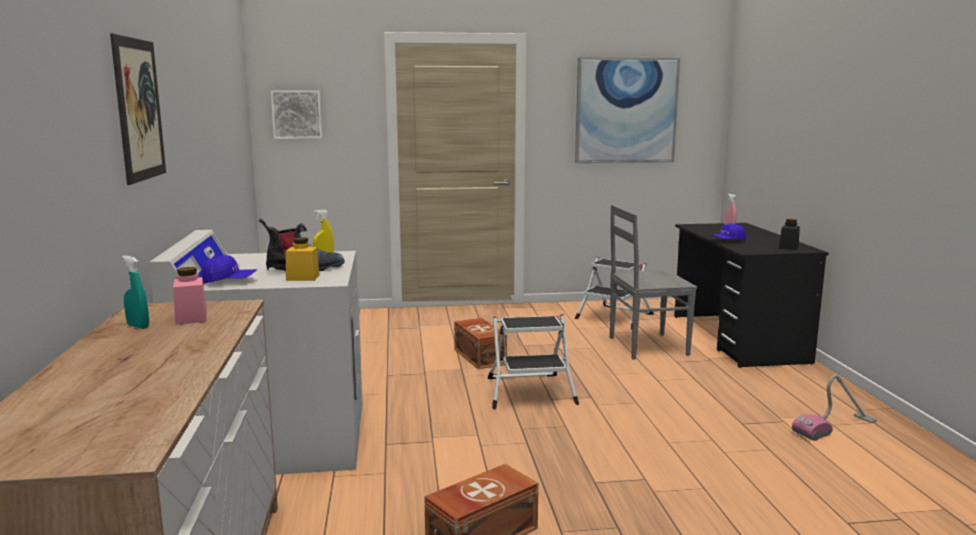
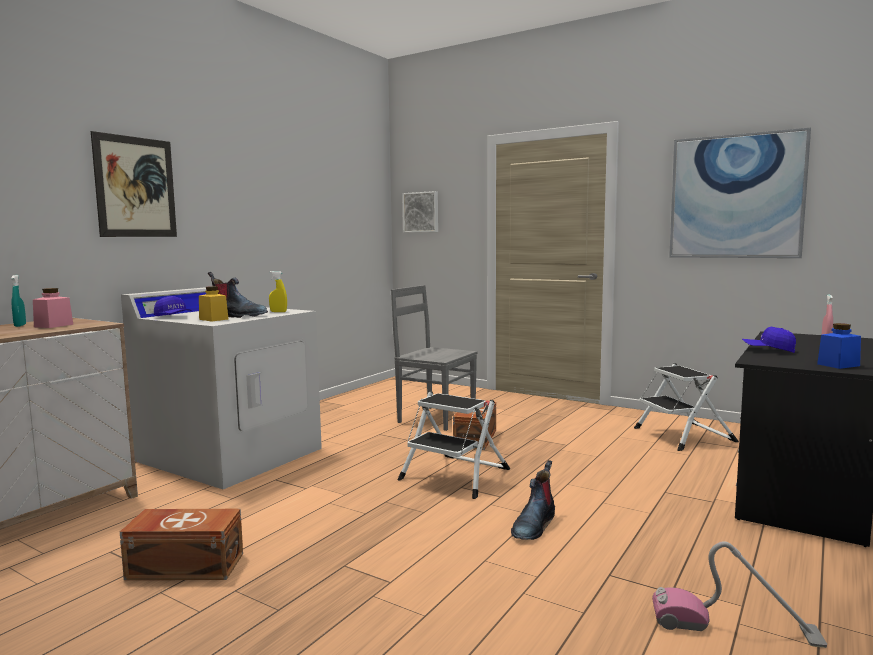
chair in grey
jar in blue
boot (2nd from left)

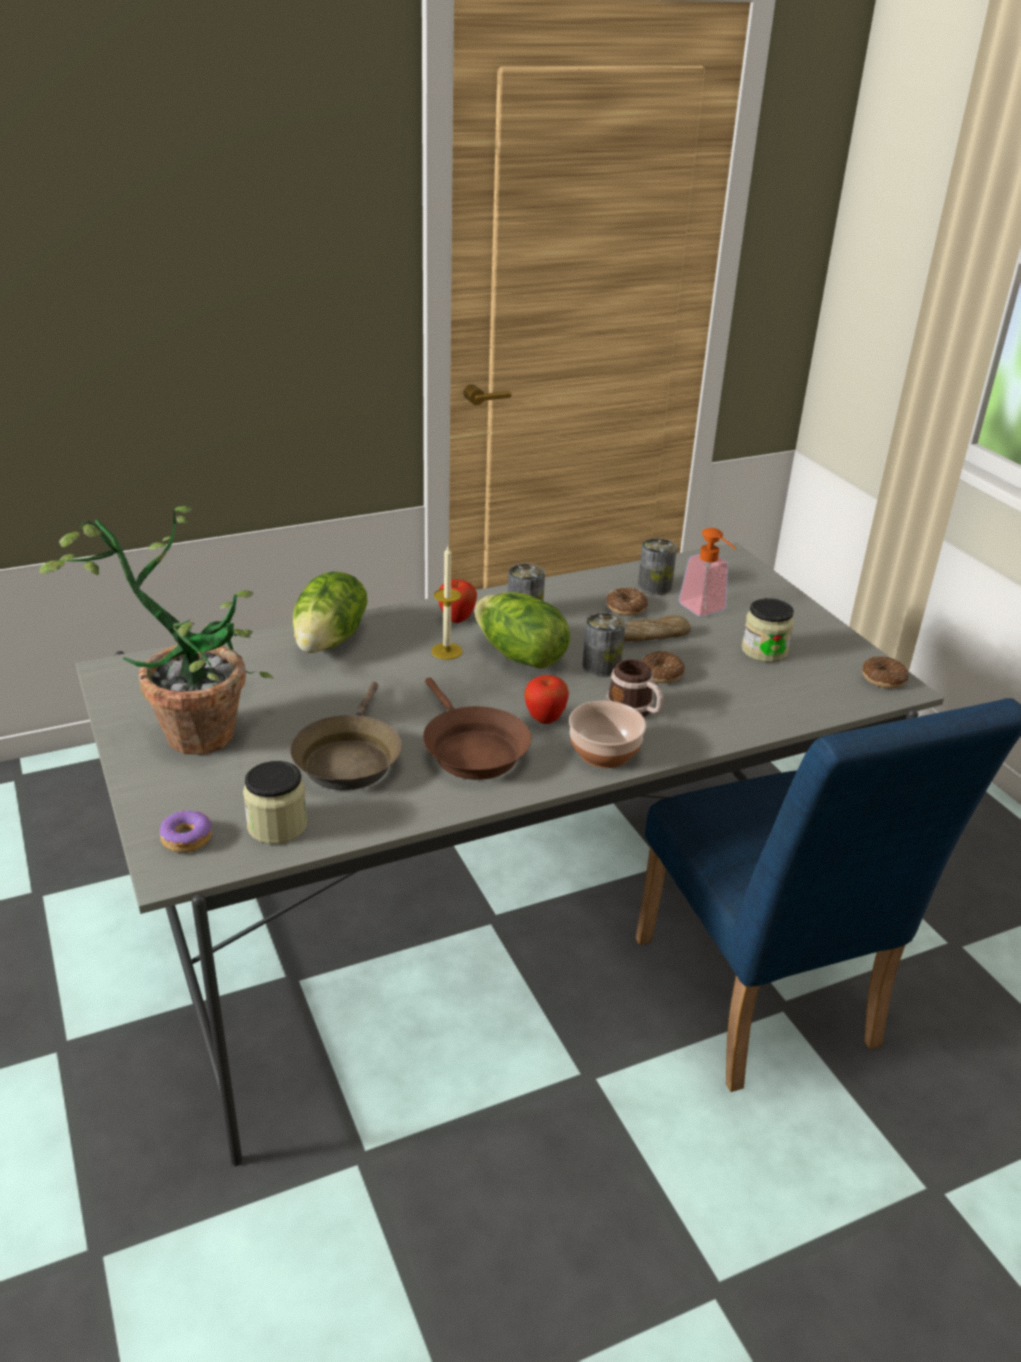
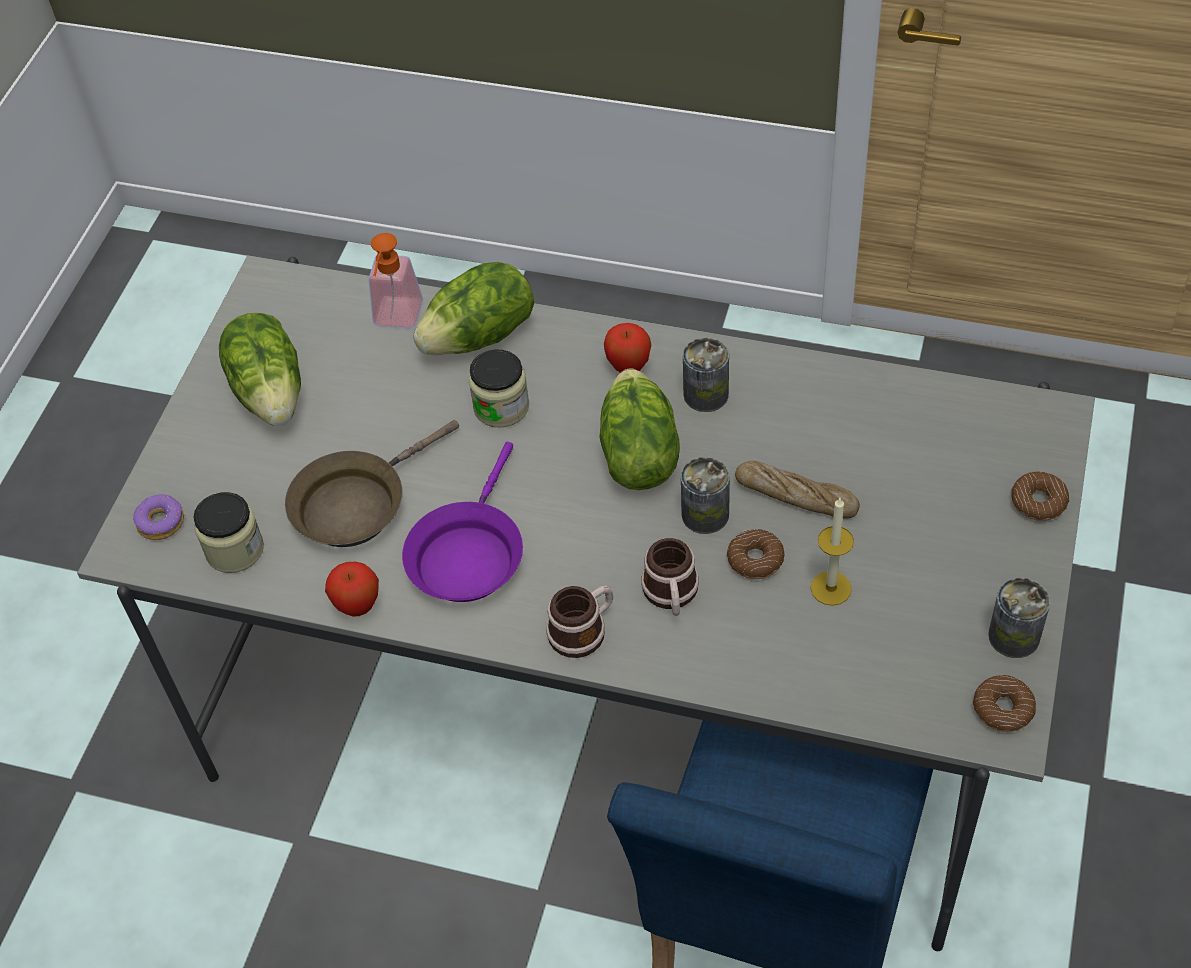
lettuce (1st from left)
frying pan in purple
candle
apple (1st from left)
mug (1st from left)
donut (4th from left)
can (3rd from left)
soap dispenser
jar (2nd from left)

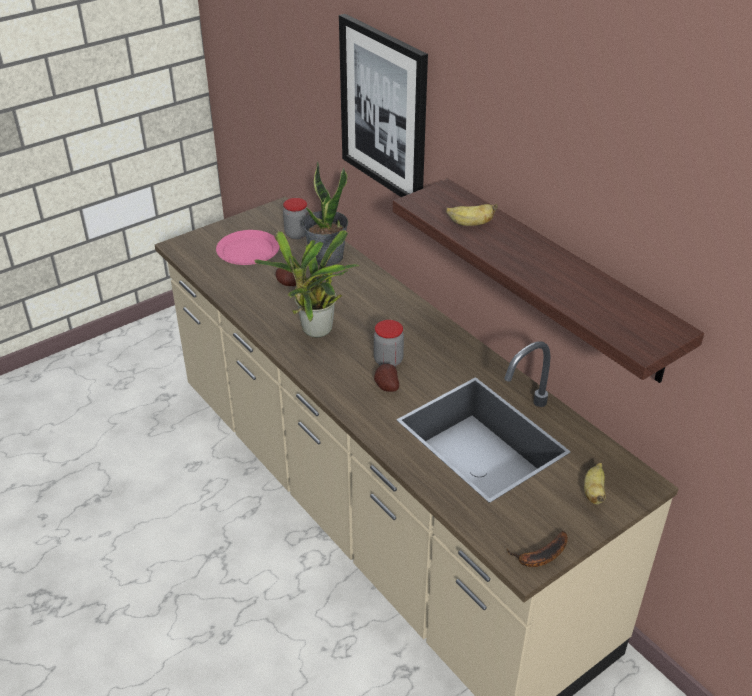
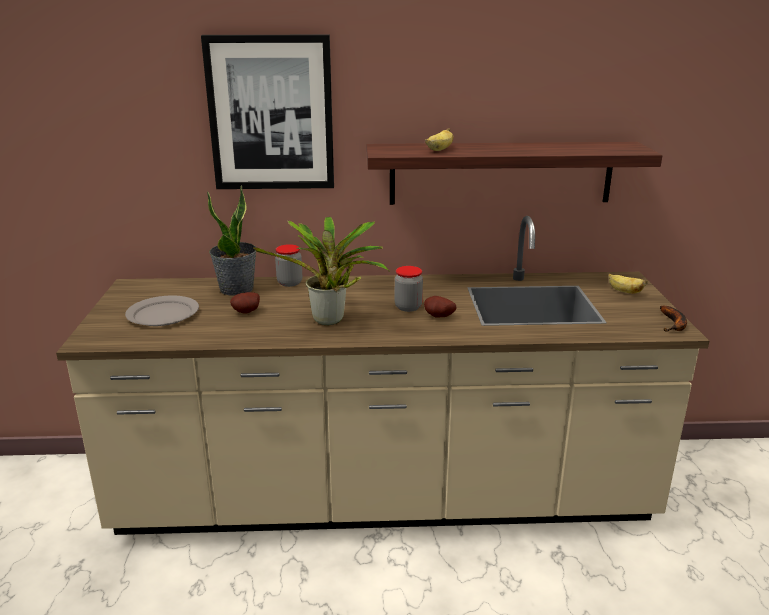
plate in grey
jar (1st from left)

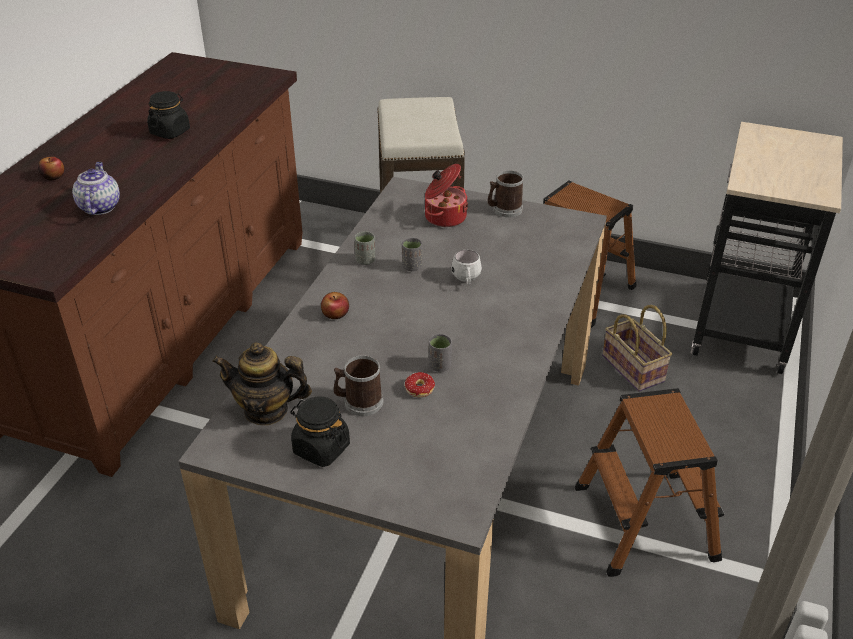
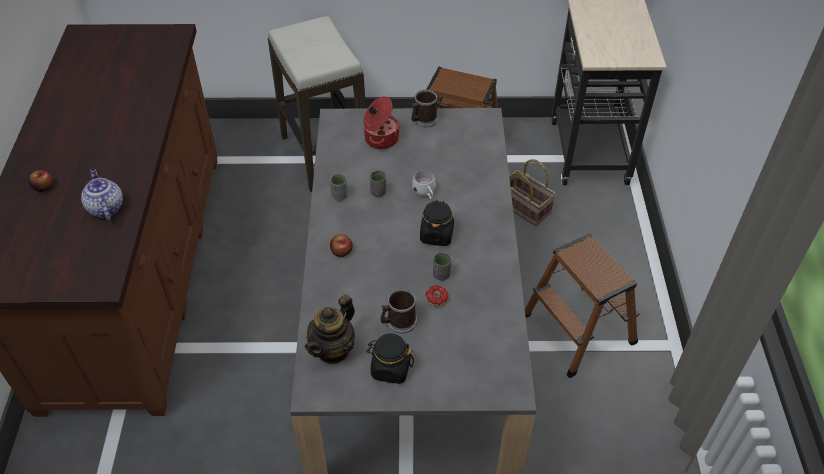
jar in black (2nd from left)
teapot (2nd from left)

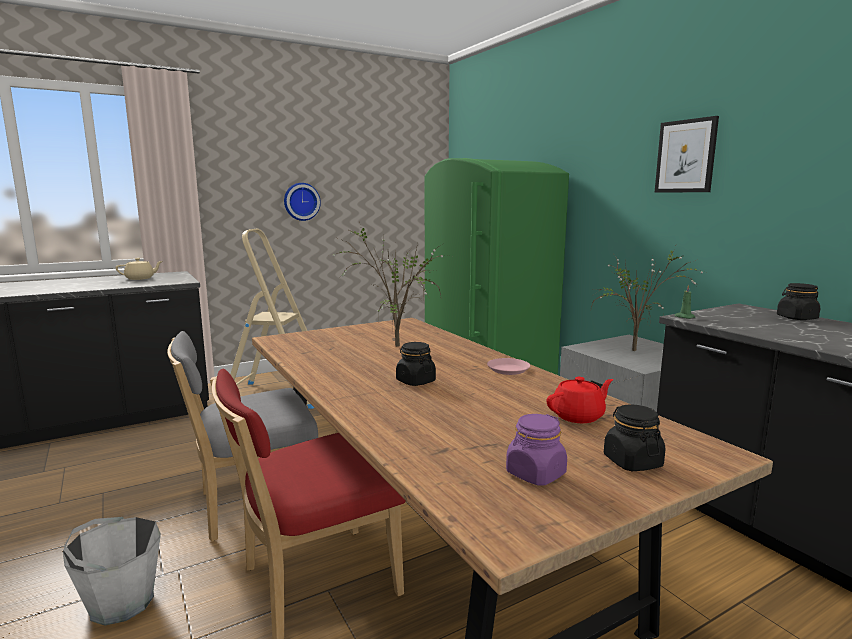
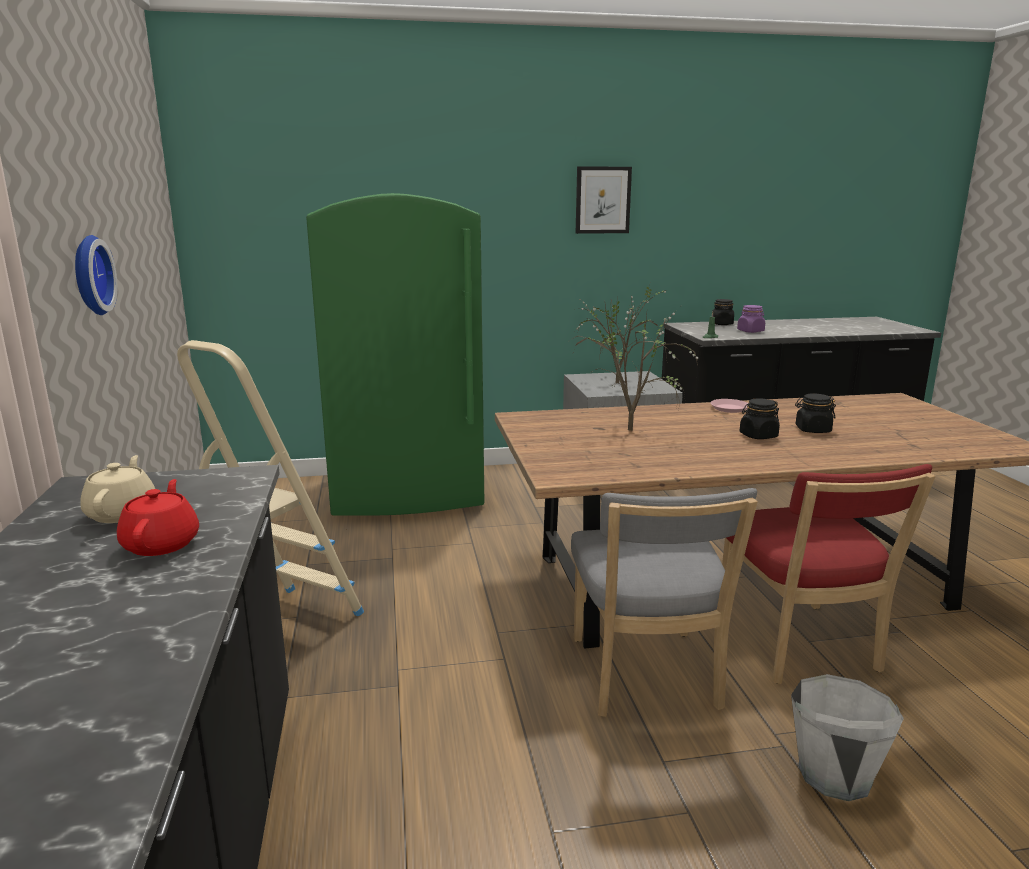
jar in purple
teapot in red
jar in black (3rd from left)

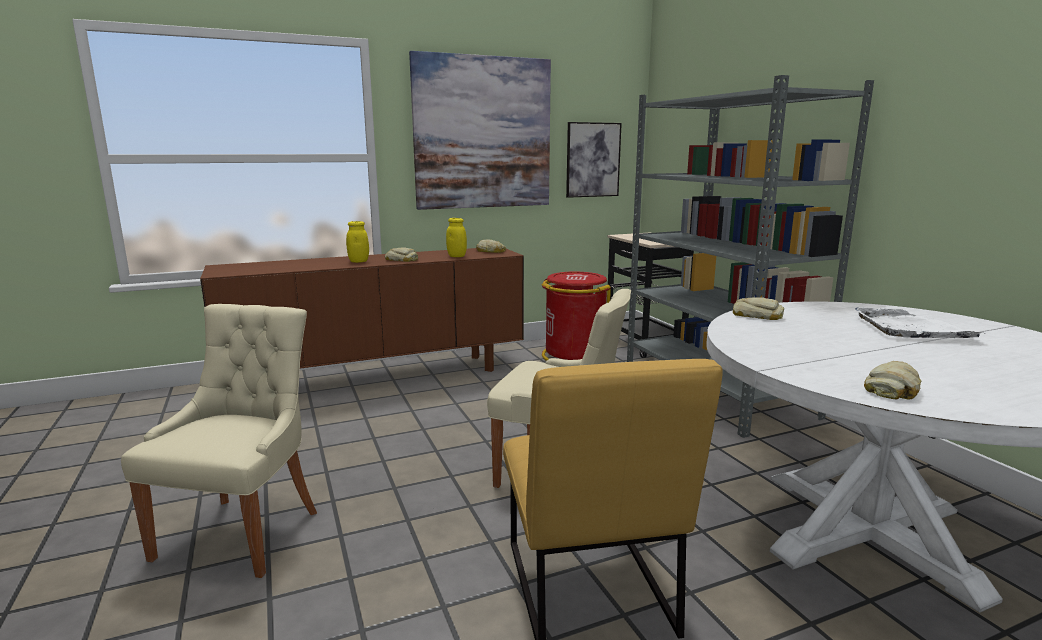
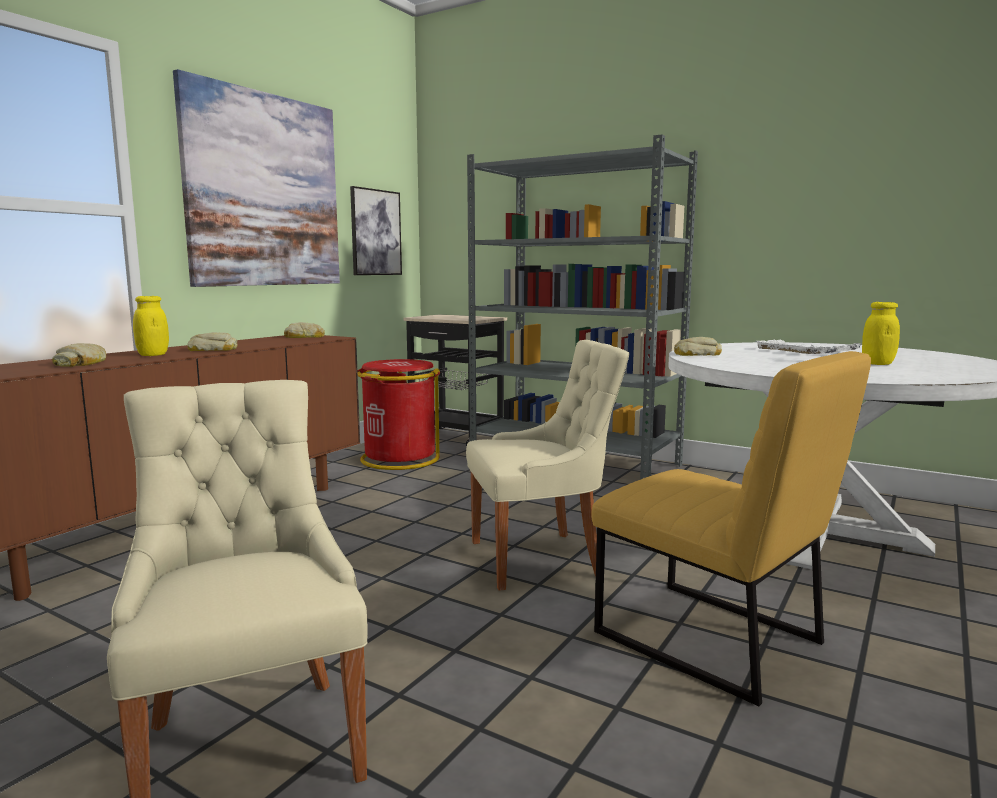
jar in yellow (2nd from left)
bread (1st from left)

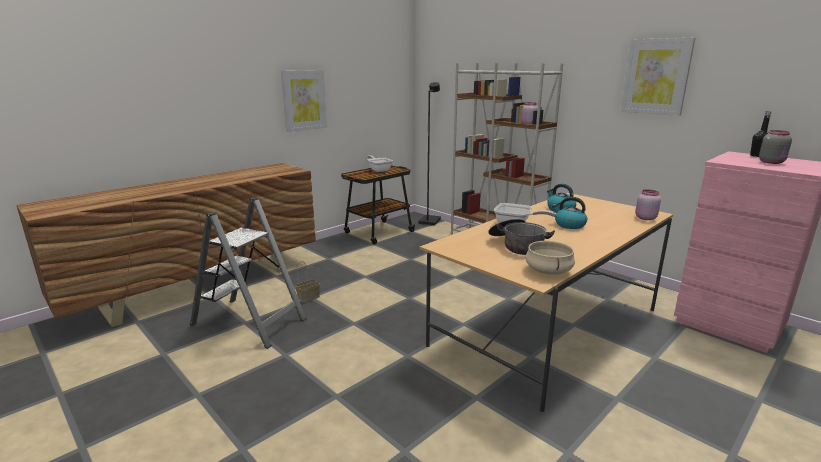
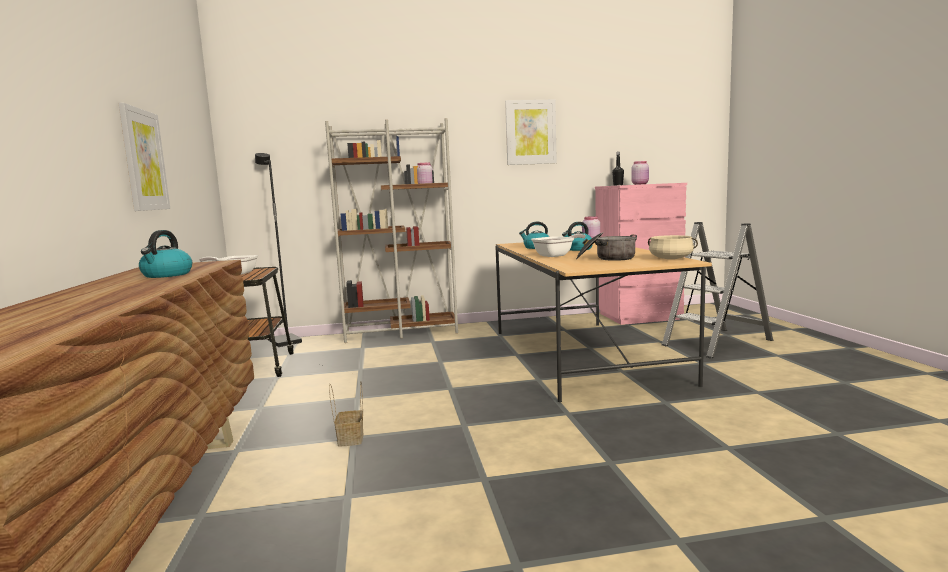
step ladder in grey
jar in pink (3rd from left)
kettle (1st from left)

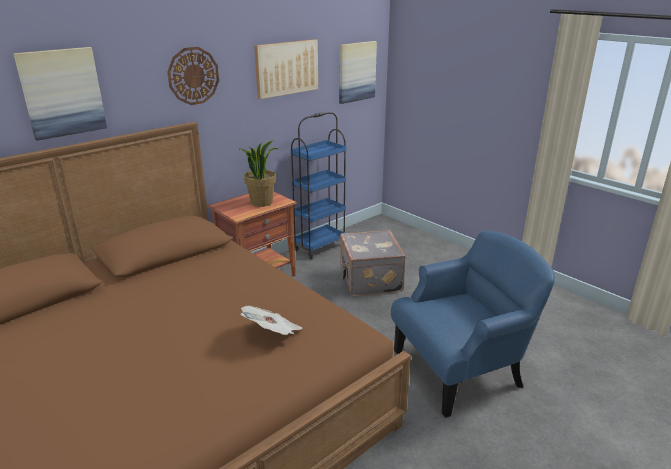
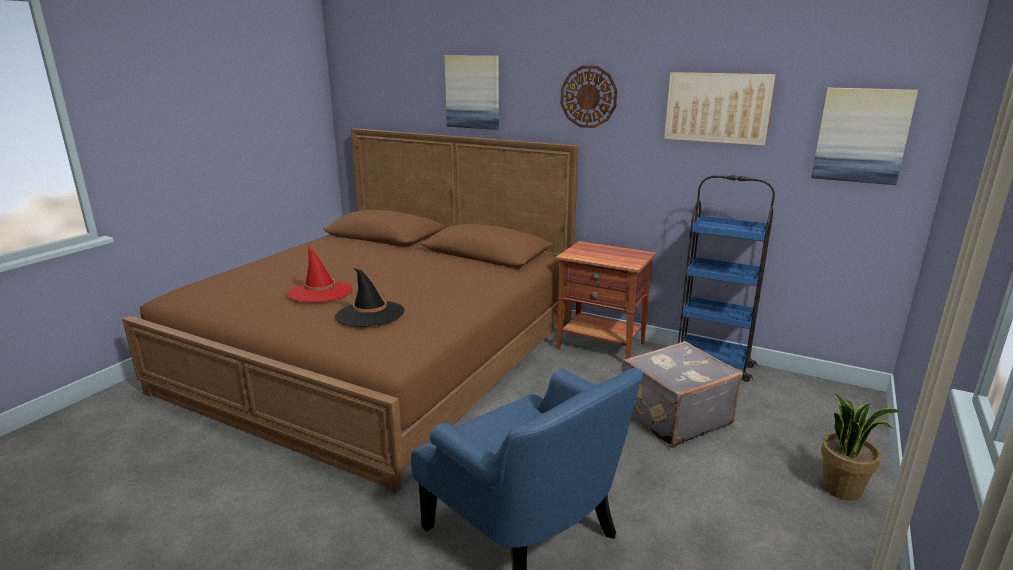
potted plant
hat in black
hat in red

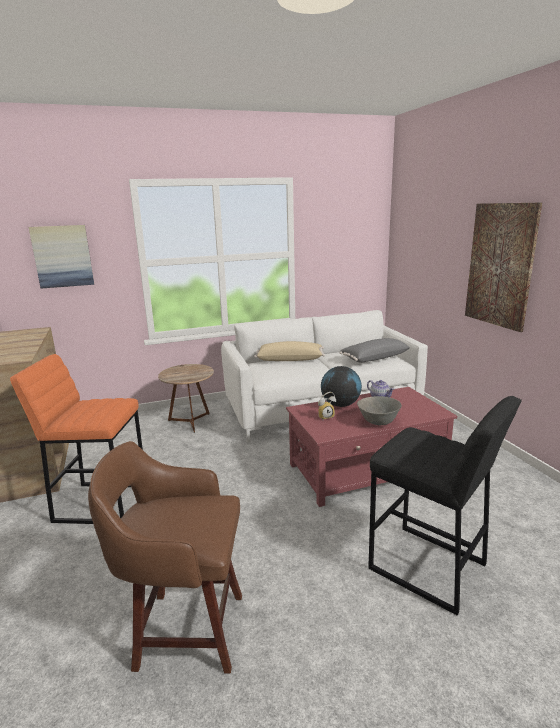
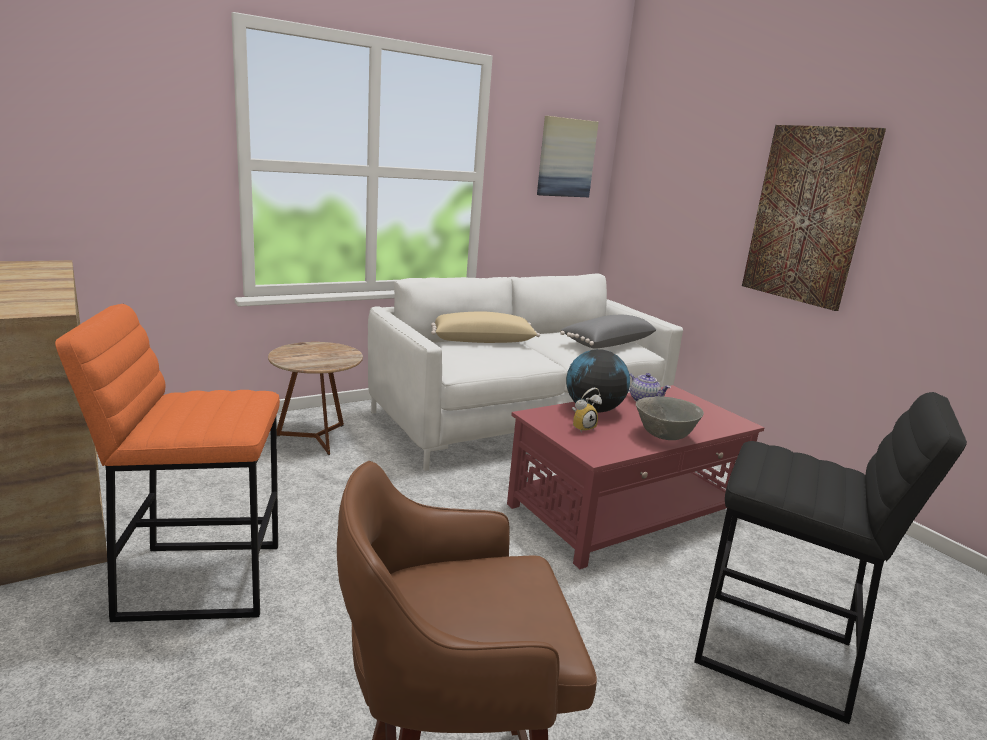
picture (1st from left)

